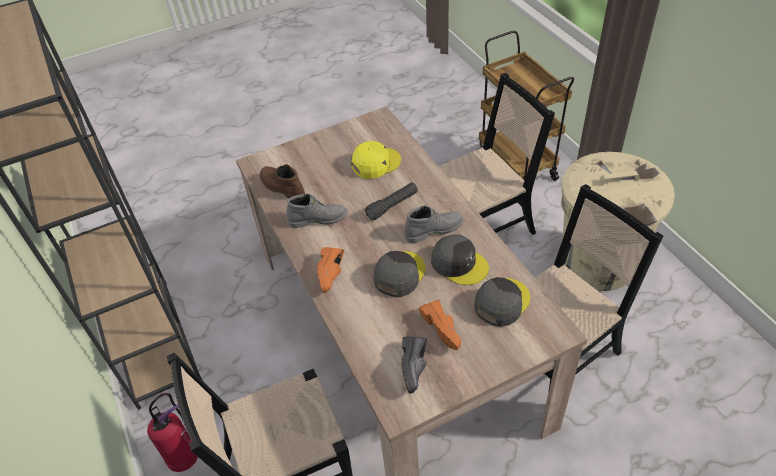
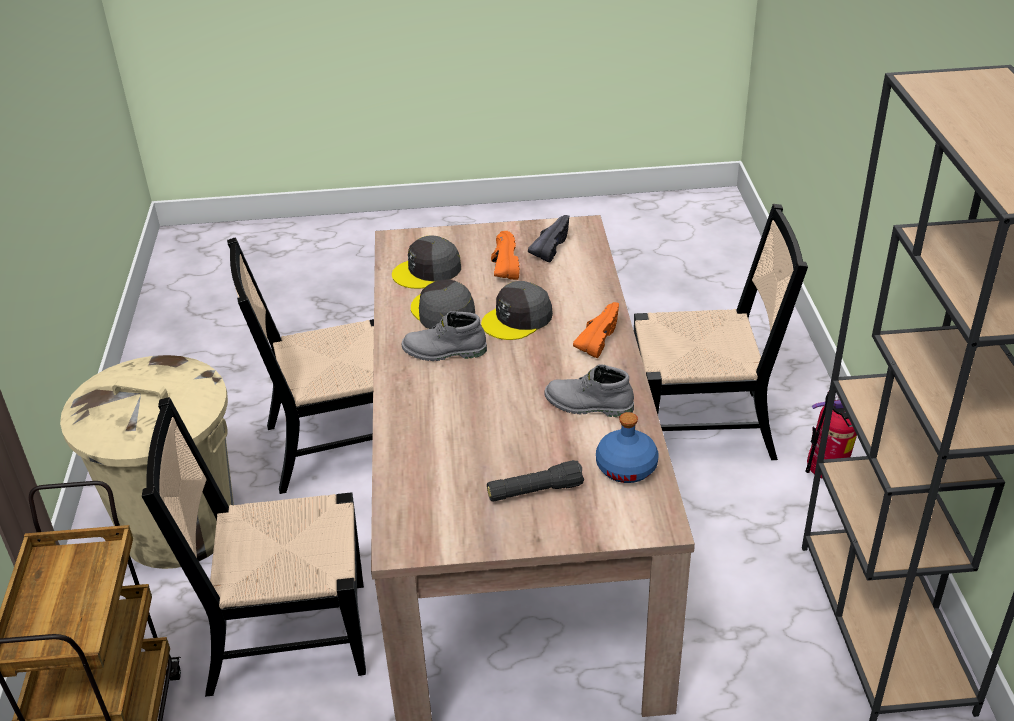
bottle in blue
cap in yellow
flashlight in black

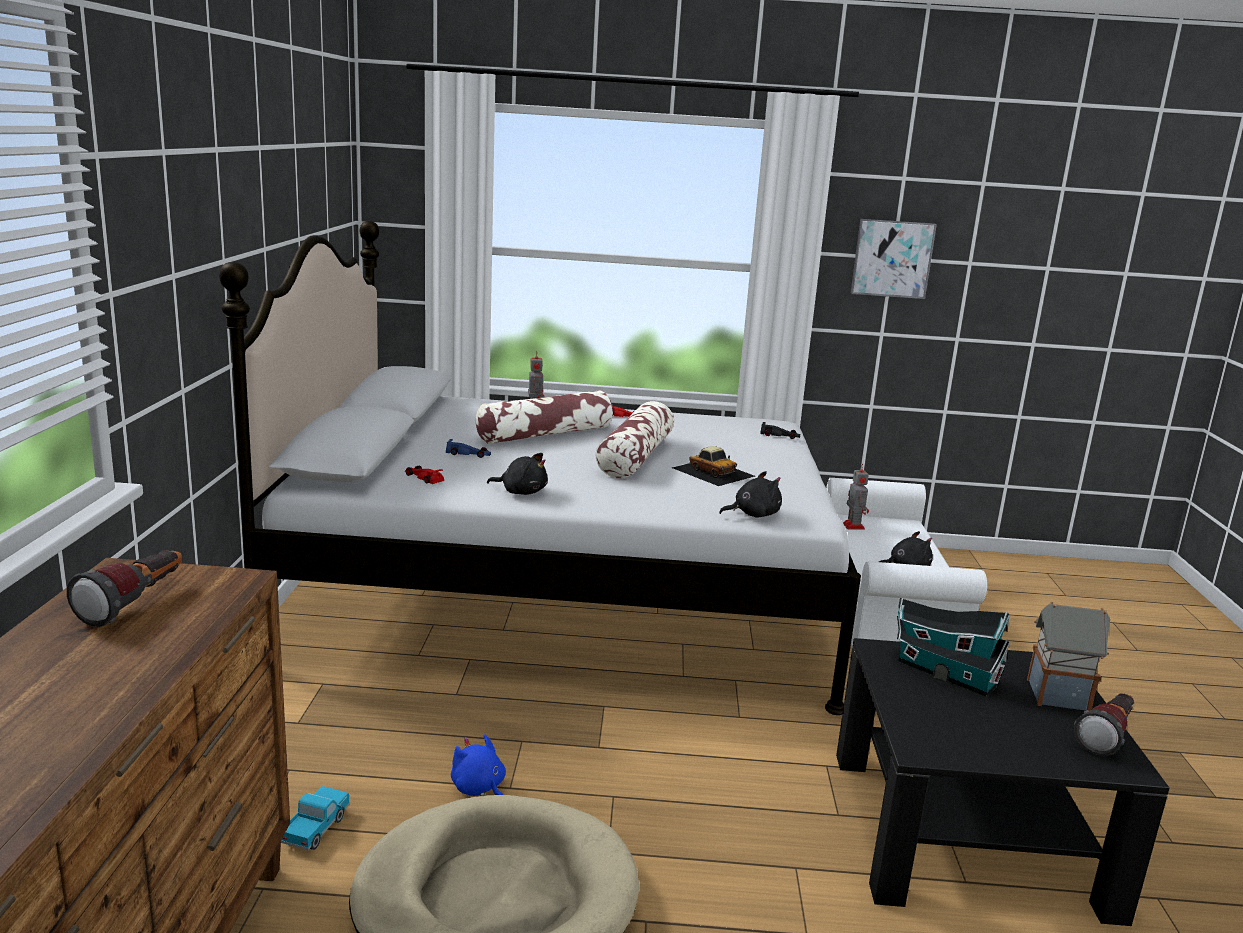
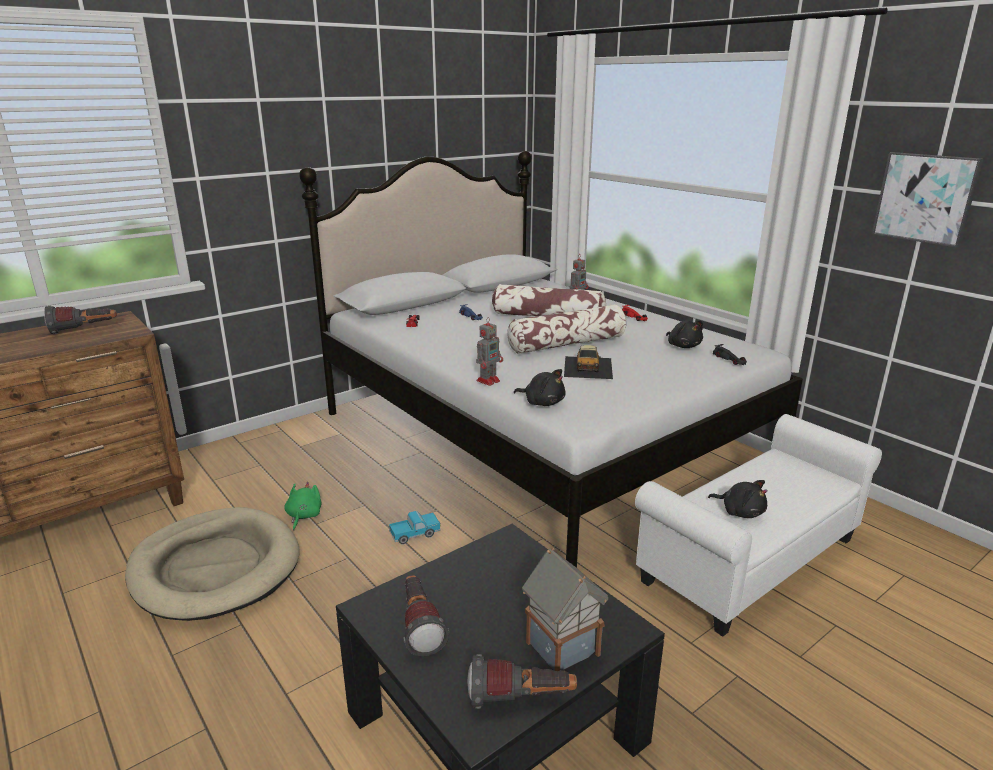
toy truck
plush toy in green
plush toy in black (2nd from left)
toy robot (1st from left)
toy house (1st from left in the first image)
flashlight (2nd from left)

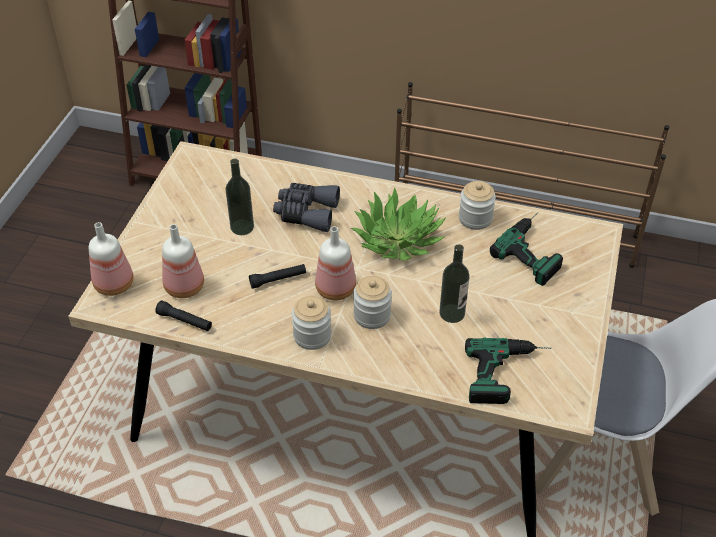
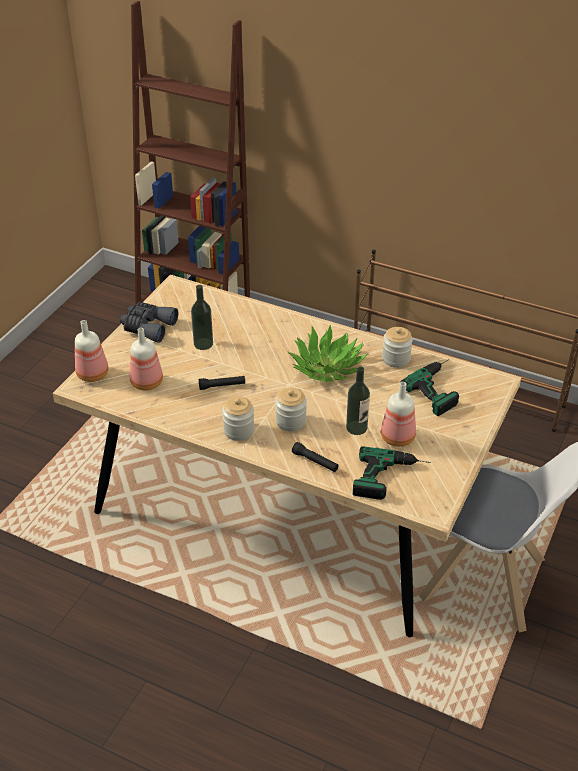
flashlight in black (2nd from left)
binoculars in grey
bottle (5th from left)

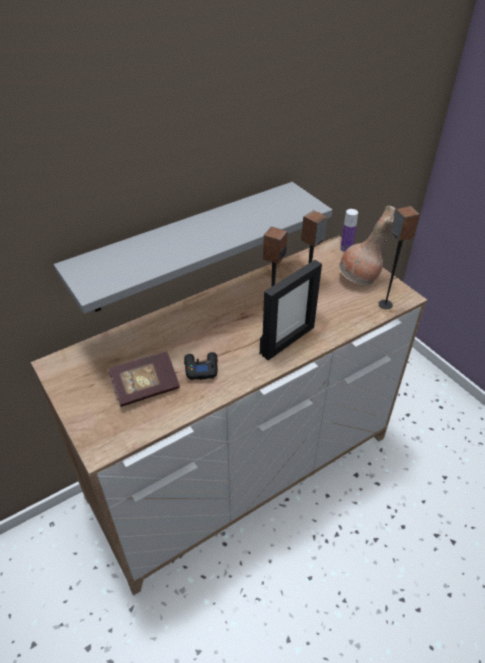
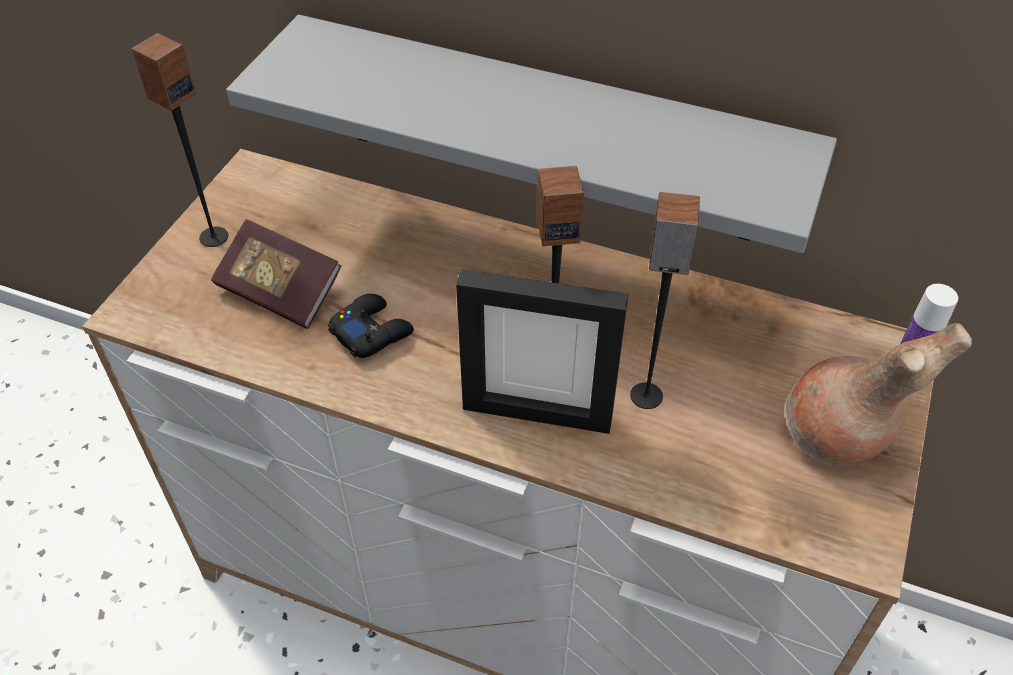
speaker (1st from left)

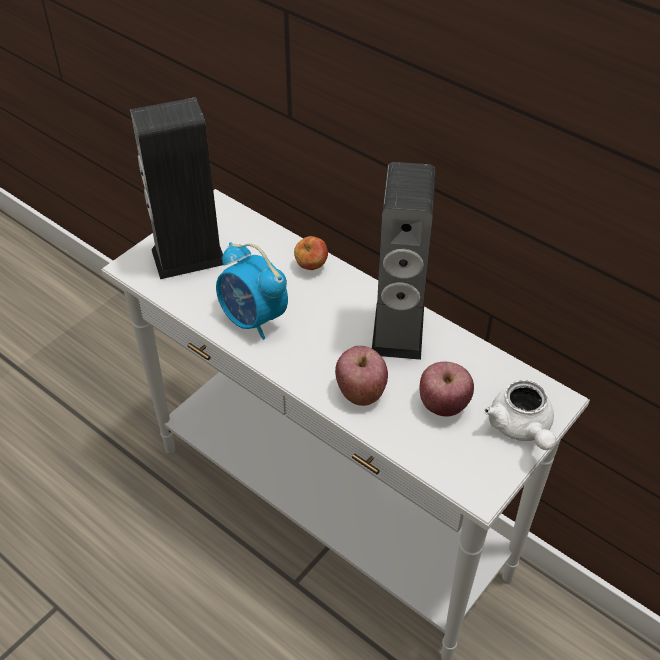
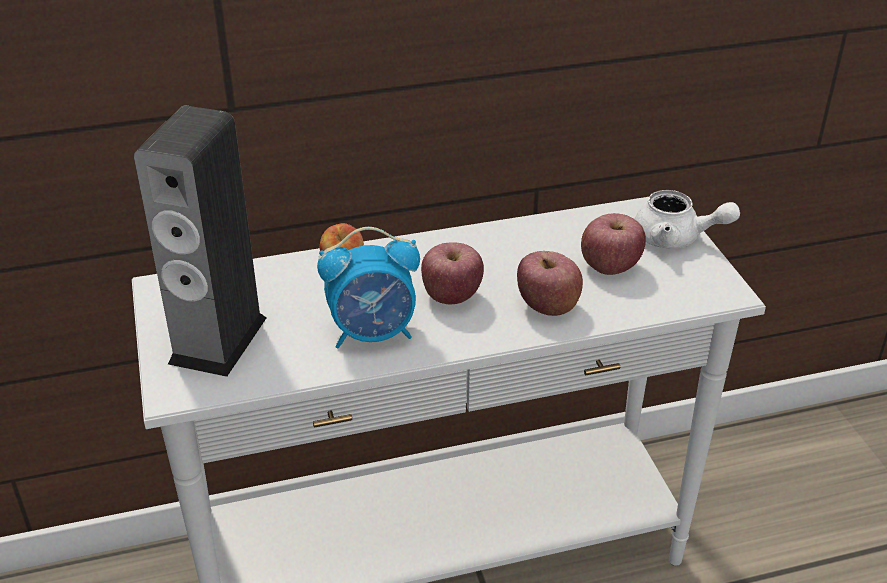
speaker (2nd from left in the first image)
apple (2nd from left)

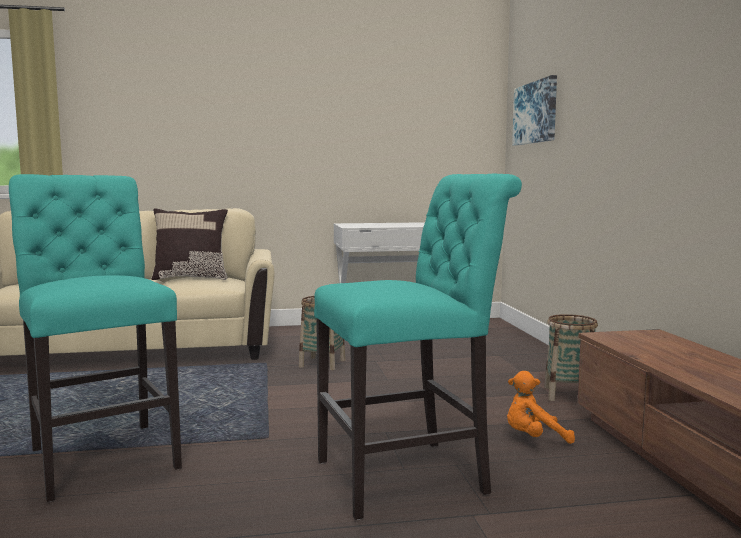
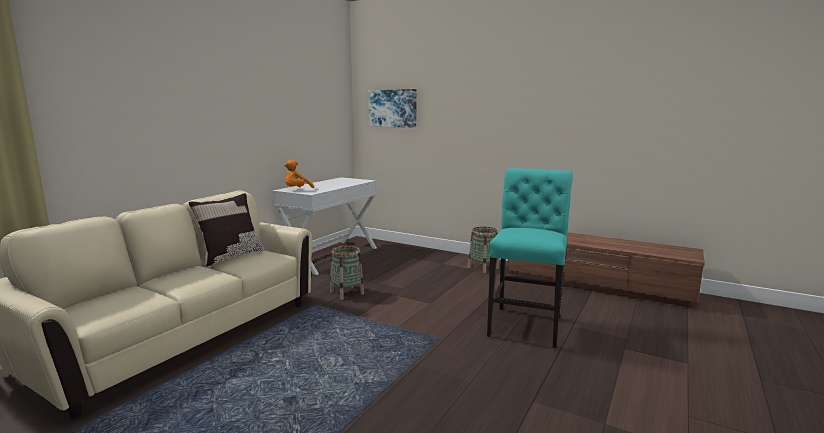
stool in turquoise (1st from left in the first image)
plush toy in orange

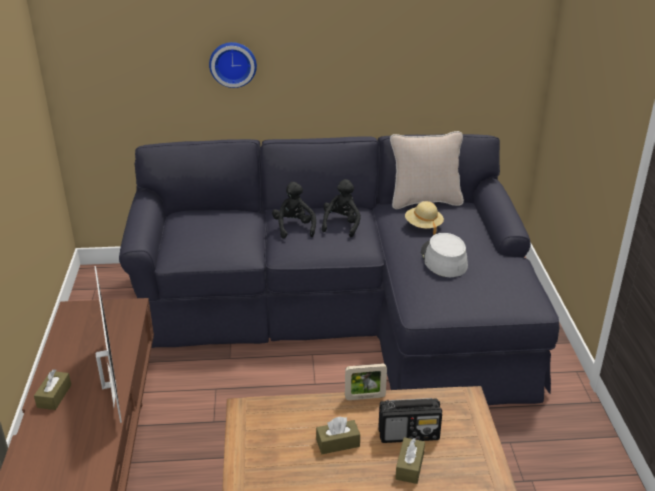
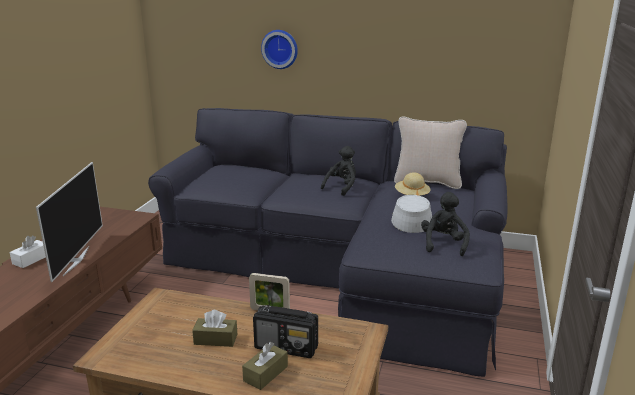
tissue box in white
plush toy in black (2nd from left)

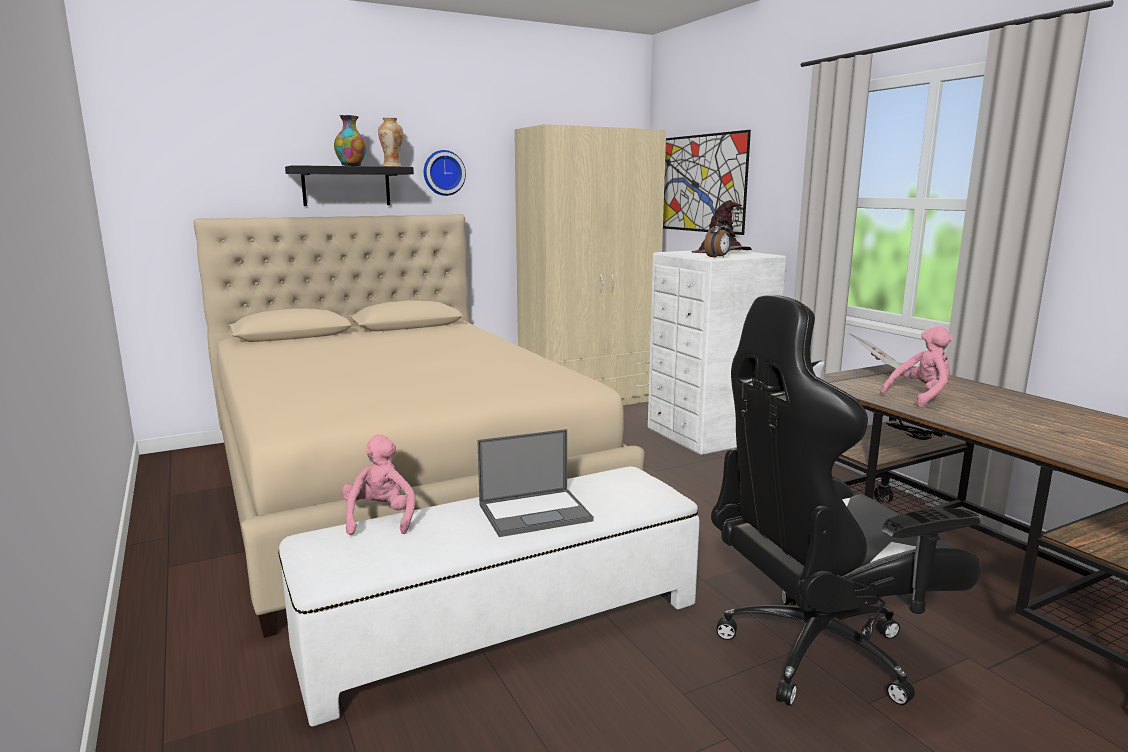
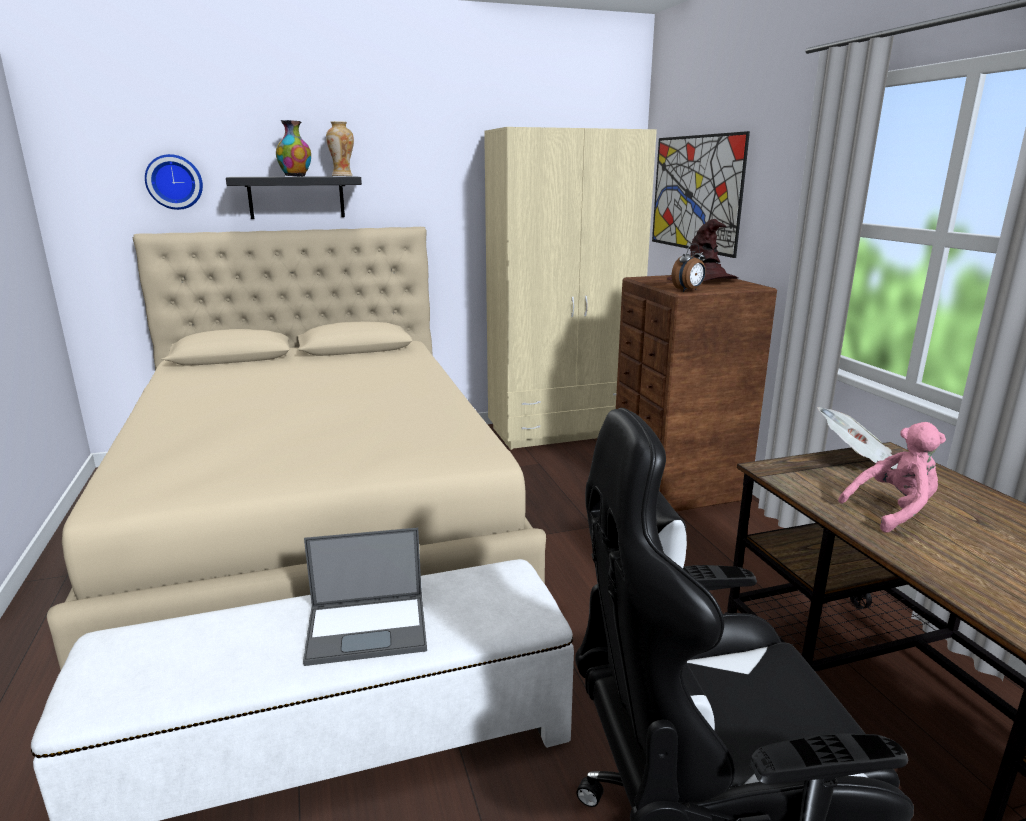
plush toy in pink (1st from left in the first image)
wall clock
dresser in brown

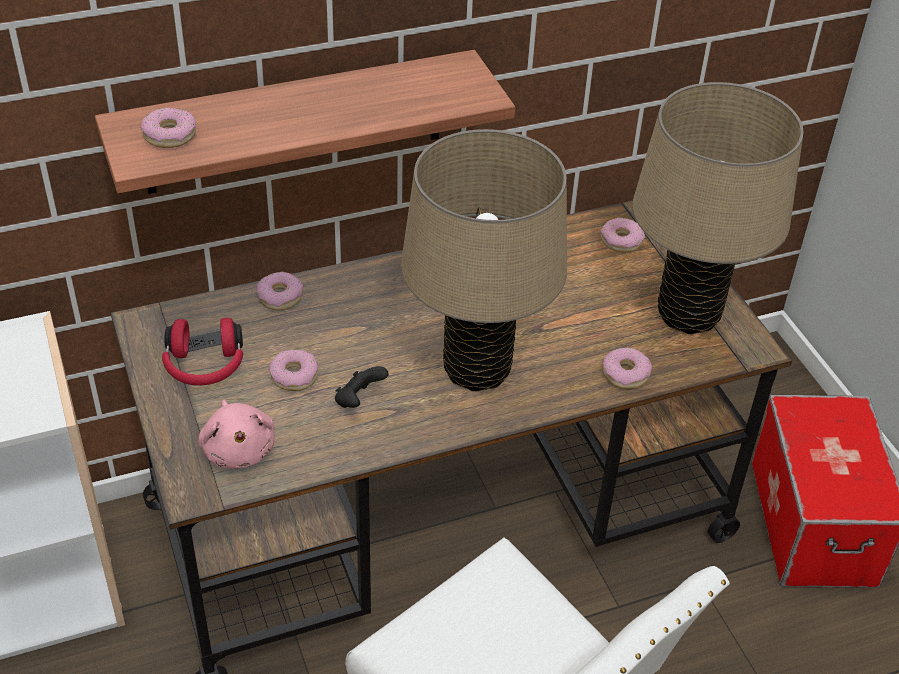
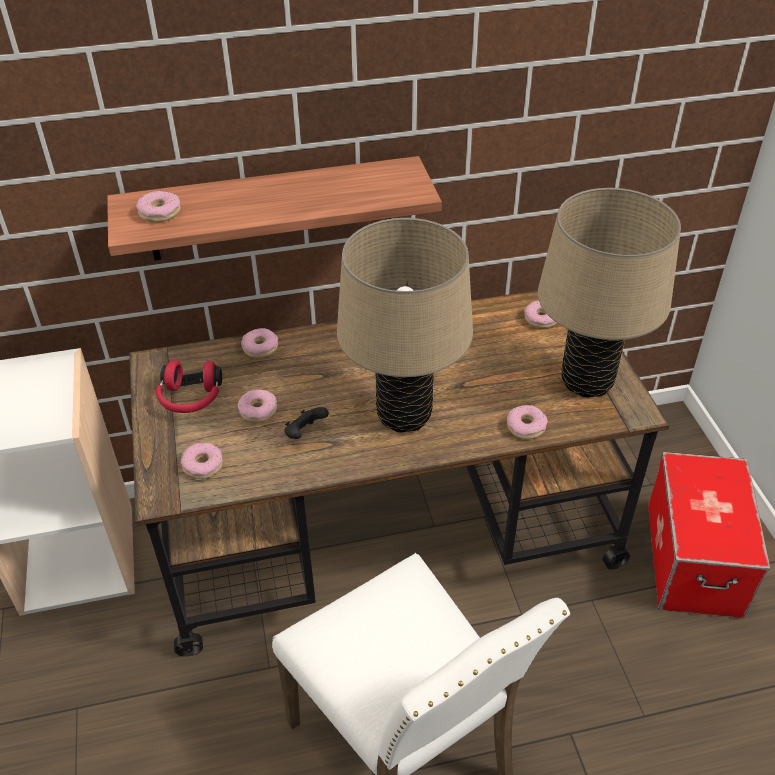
donut (2nd from left)

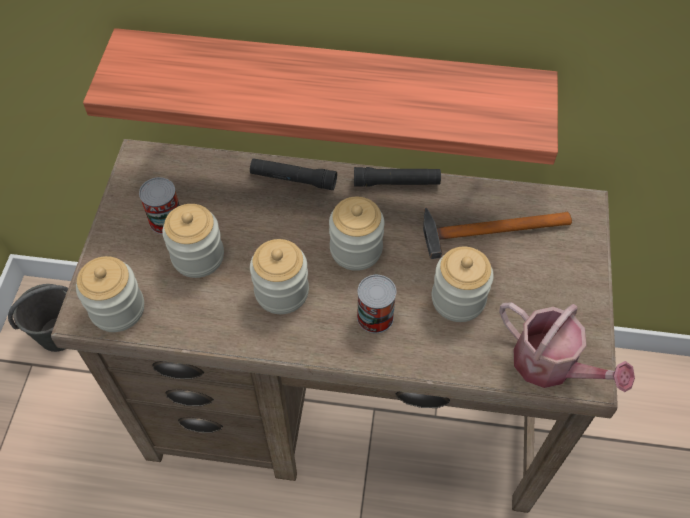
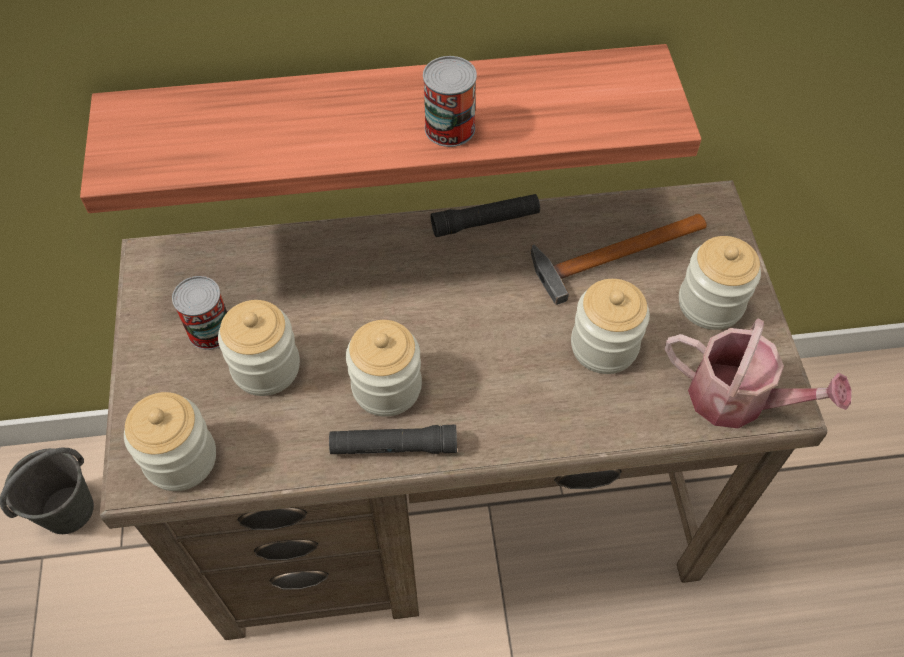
flashlight in black (1st from left)
jar (5th from left)
can (2nd from left)

